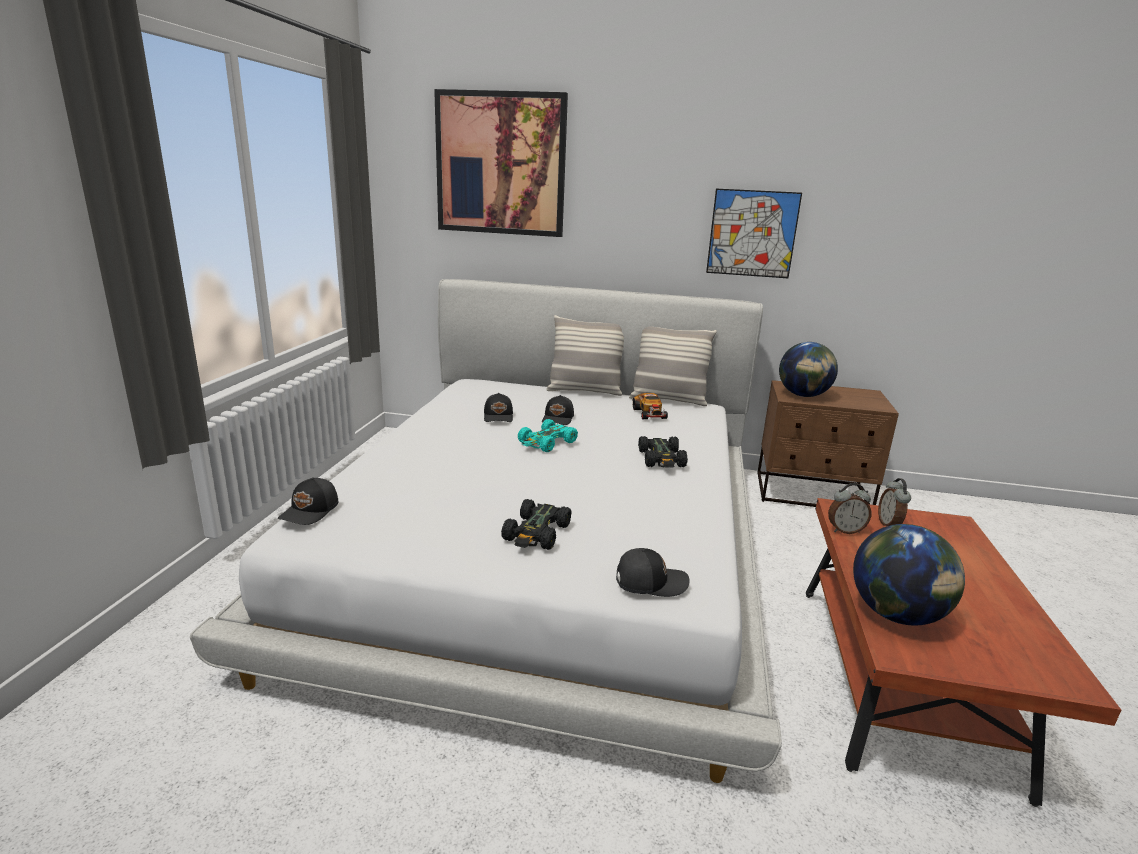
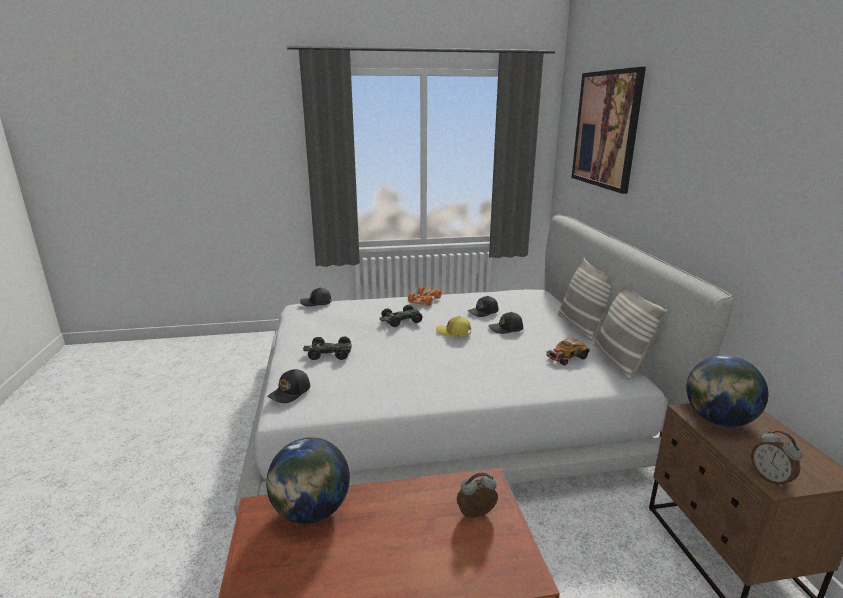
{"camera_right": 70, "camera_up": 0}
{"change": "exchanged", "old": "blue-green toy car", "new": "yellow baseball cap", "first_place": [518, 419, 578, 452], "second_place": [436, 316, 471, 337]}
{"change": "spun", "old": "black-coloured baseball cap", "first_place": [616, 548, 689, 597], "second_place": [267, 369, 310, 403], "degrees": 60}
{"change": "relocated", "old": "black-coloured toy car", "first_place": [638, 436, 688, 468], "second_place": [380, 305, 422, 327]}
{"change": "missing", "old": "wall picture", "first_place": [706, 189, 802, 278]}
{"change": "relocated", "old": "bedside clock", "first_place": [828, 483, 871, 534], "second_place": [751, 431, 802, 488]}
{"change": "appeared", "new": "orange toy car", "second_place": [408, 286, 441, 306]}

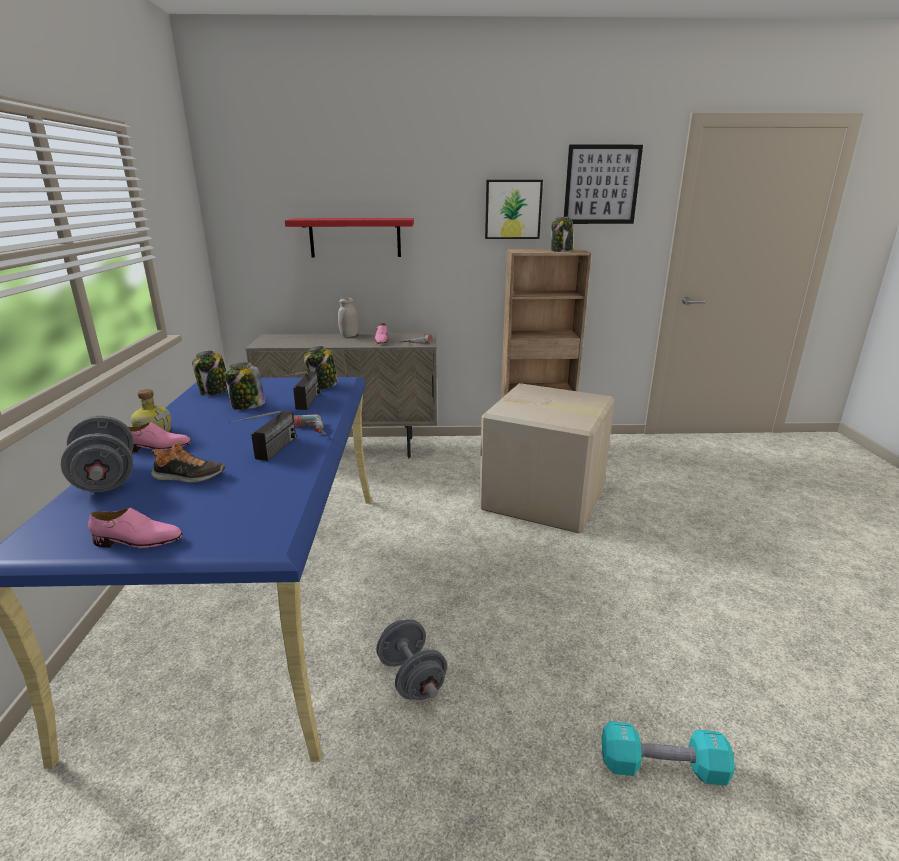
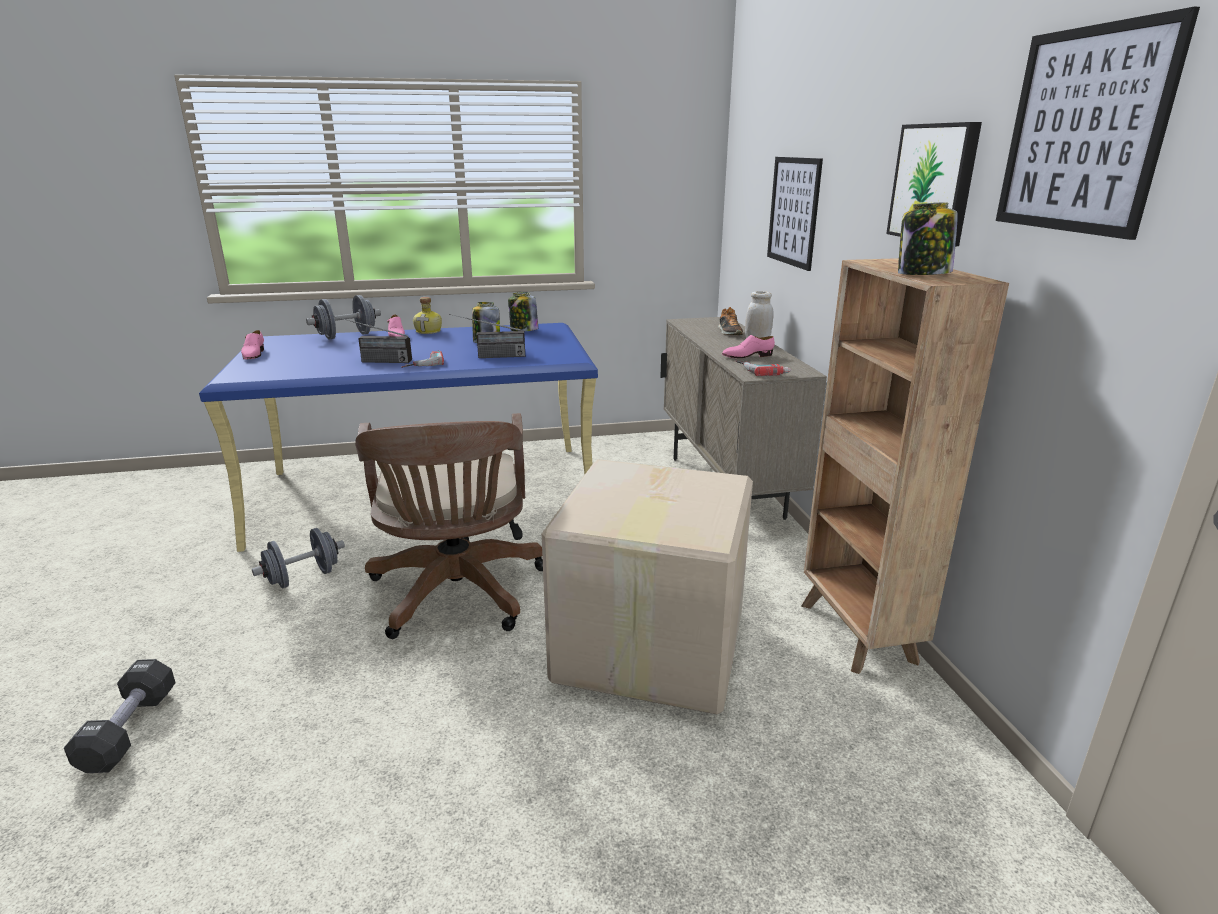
{"camera_right": 80, "camera_up": 0}
{"change": "relocated", "old": "item of footwear", "first_place": [151, 443, 225, 483], "second_place": [718, 307, 743, 335]}
{"change": "exchanged", "old": "reddish bracket shelf", "new": "wall picture", "first_place": [285, 218, 414, 257], "second_place": [767, 157, 823, 271]}
{"change": "missing", "old": "storage jar", "first_place": [304, 346, 338, 390]}
{"change": "colour", "old": "blue-green dumbbell", "new": "black-coloured dumbbell", "first_place": [602, 721, 735, 786], "second_place": [64, 659, 176, 773]}
{"change": "appeared", "new": "brownish desk chair", "second_place": [355, 413, 543, 639]}

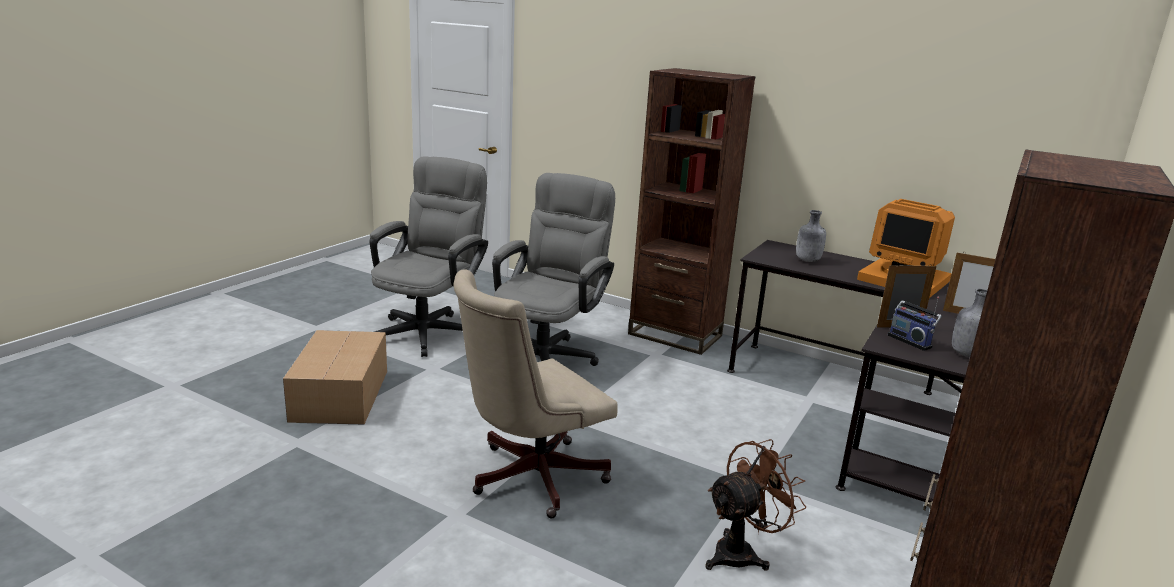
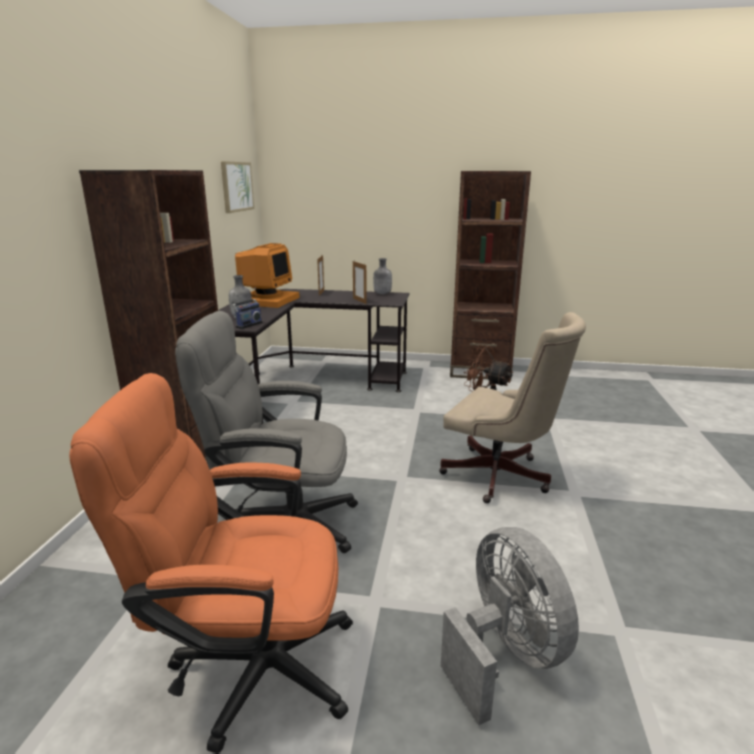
{"camera_right": -110, "camera_up": 0}
{"change": "exchanged", "old": "cardboard box", "new": "grey cooling fan", "first_place": [283, 330, 387, 425], "second_place": [441, 527, 579, 725]}
{"change": "colour", "old": "grey desk chair", "new": "orange desk chair", "first_place": [369, 156, 488, 357], "second_place": [69, 373, 353, 754]}
{"change": "relocated", "old": "radio", "first_place": [888, 297, 942, 351], "second_place": [232, 287, 263, 329]}
{"change": "appeared", "new": "wall picture", "second_place": [221, 161, 254, 213]}

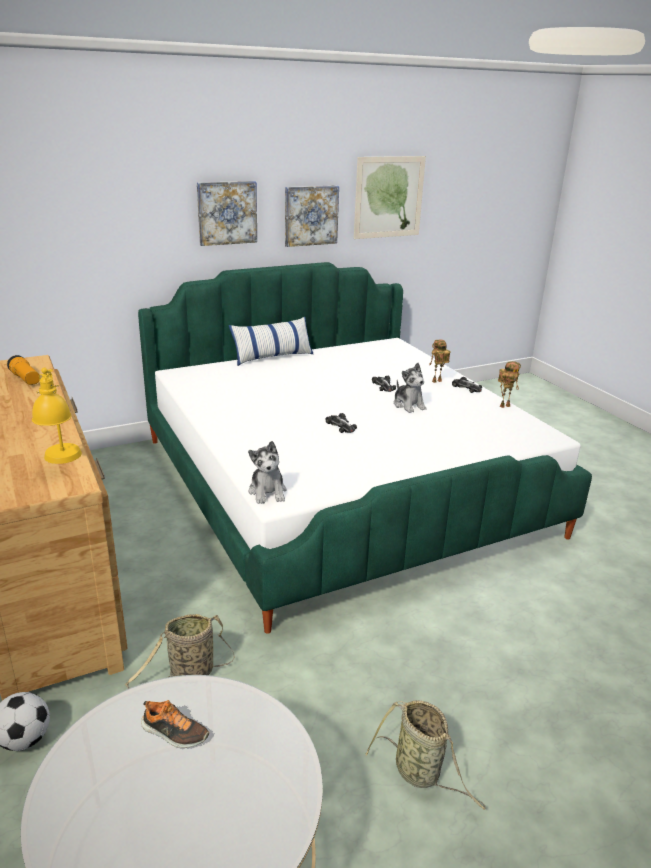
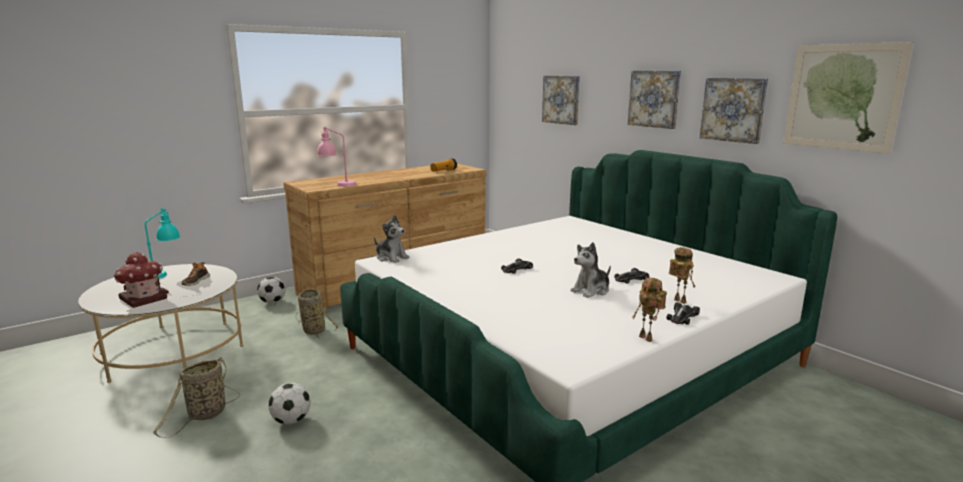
{"camera_right": 80, "camera_up": -10}
{"change": "colour", "old": "yellow table lamp", "new": "pink table lamp", "first_place": [32, 368, 82, 464], "second_place": [317, 127, 357, 187]}
{"change": "missing", "old": "cushion", "first_place": [229, 317, 313, 366]}
{"change": "spun", "old": "soft toy", "first_place": [248, 441, 286, 504], "second_place": [374, 215, 409, 263], "degrees": -120}
{"change": "appeared", "new": "miniature house", "second_place": [114, 252, 169, 308]}
{"change": "appeared", "new": "blue-green table lamp", "second_place": [145, 208, 181, 279]}
{"change": "appeared", "new": "ball for football", "second_place": [268, 383, 311, 424]}
{"change": "appeared", "new": "wall picture", "second_place": [542, 76, 580, 125]}

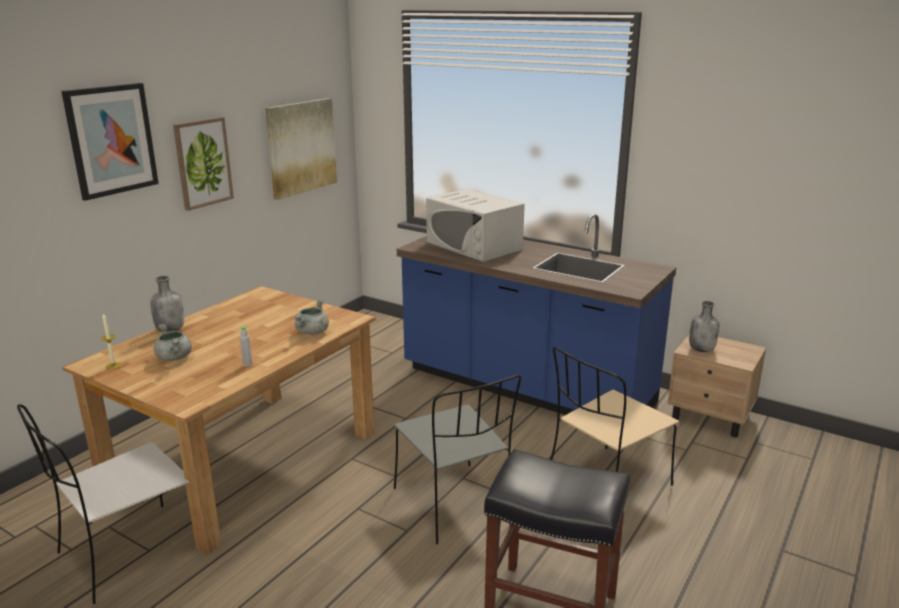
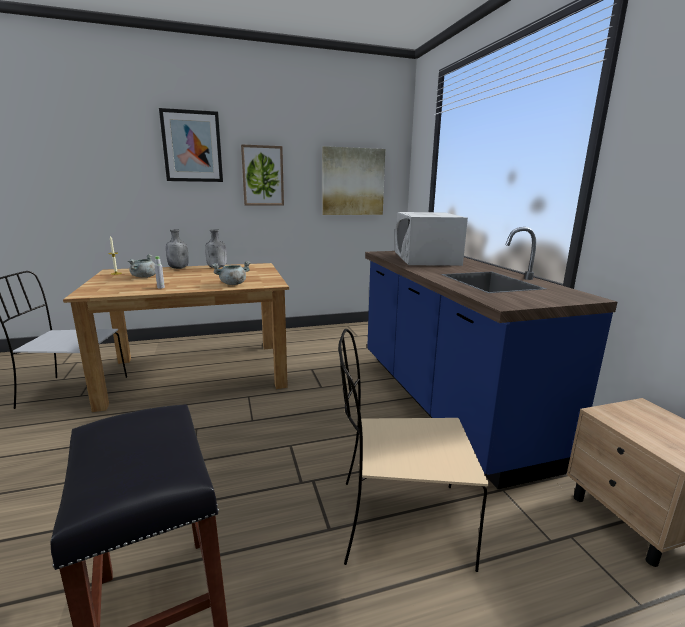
{"camera_right": 40, "camera_up": -5}
{"change": "missing", "old": "grey chair", "first_place": [394, 375, 521, 544]}
{"change": "relocated", "old": "grey drink bottle", "first_place": [689, 301, 719, 352], "second_place": [205, 229, 227, 268]}

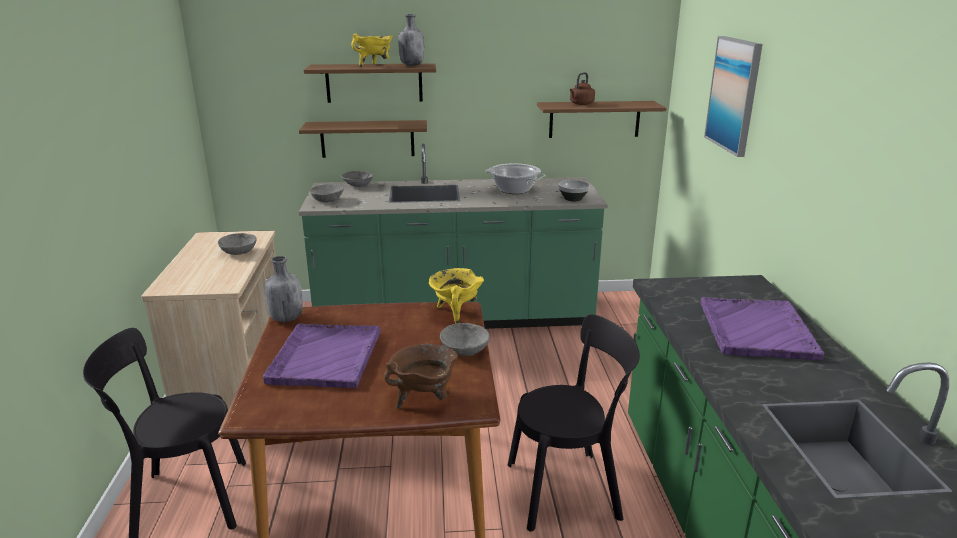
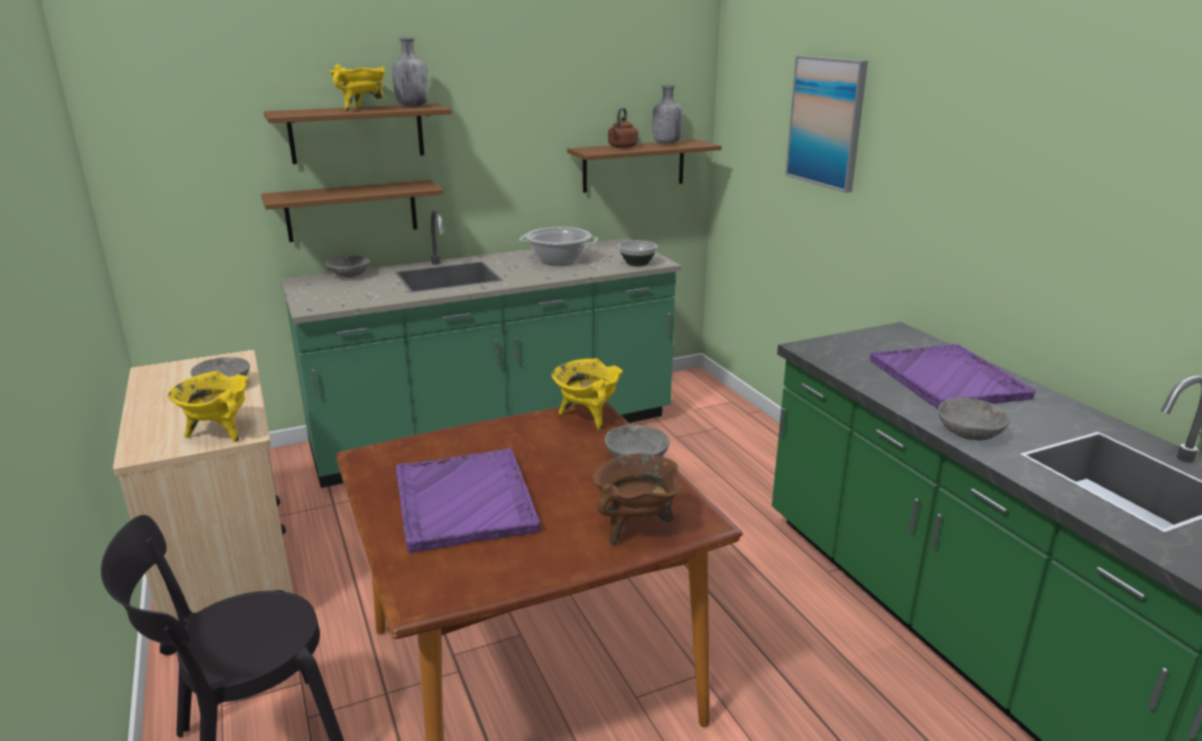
{"camera_right": -20, "camera_up": 0}
{"change": "relocated", "old": "grey drink bottle", "first_place": [264, 256, 303, 322], "second_place": [652, 85, 682, 144]}
{"change": "relocated", "old": "grey bowl", "first_place": [310, 184, 344, 203], "second_place": [938, 398, 1010, 441]}
{"change": "missing", "old": "black-coloured chair", "first_place": [508, 314, 640, 532]}
{"change": "appeared", "new": "yellow stockpot", "second_place": [168, 371, 249, 442]}

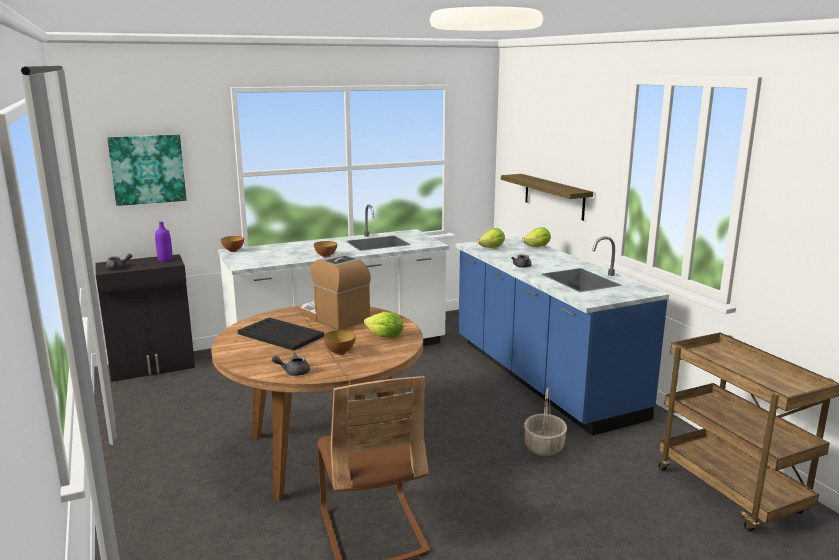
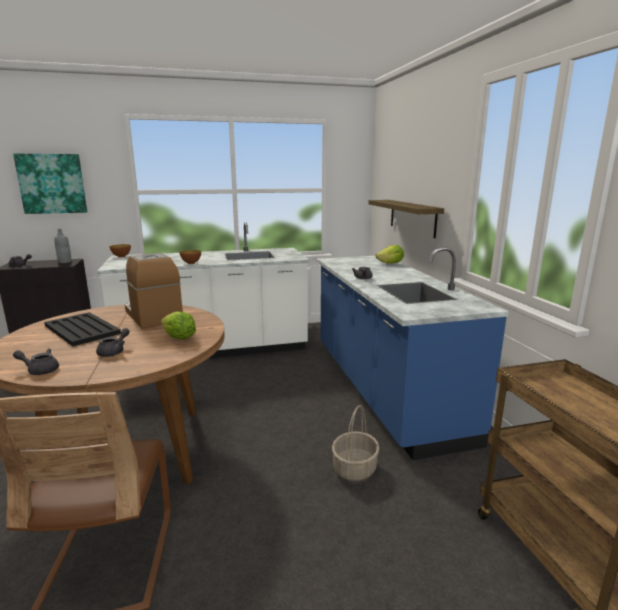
{"camera_right": 10, "camera_up": 0}
{"change": "colour", "old": "purple-coloured drink bottle", "new": "grey drink bottle", "first_place": [155, 222, 172, 262], "second_place": [54, 229, 71, 263]}
{"change": "exchanged", "old": "bowl", "new": "grey tea pot", "first_place": [323, 330, 356, 355], "second_place": [96, 328, 130, 357]}
{"change": "missing", "old": "lettuce head", "first_place": [477, 228, 505, 248]}

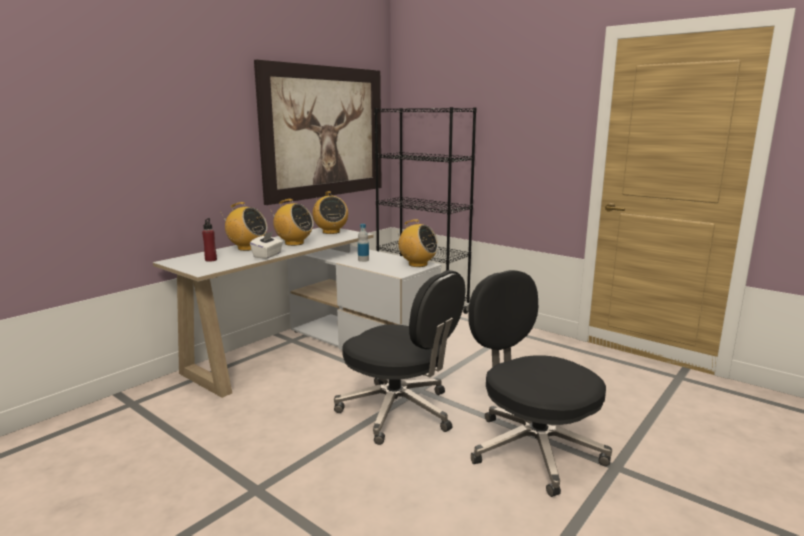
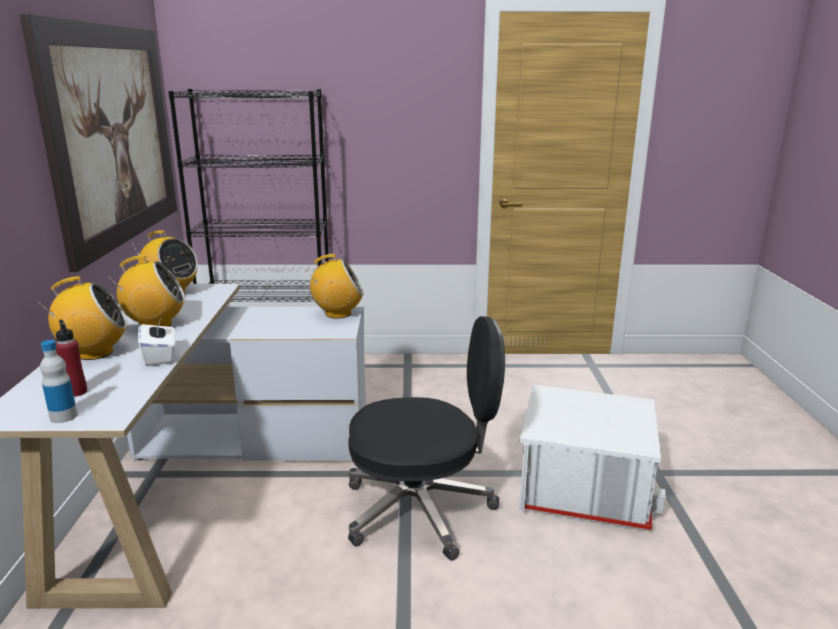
{"camera_right": -40, "camera_up": 5}
{"change": "relocated", "old": "drink bottle", "first_place": [358, 224, 369, 262], "second_place": [40, 340, 78, 423]}
{"change": "exchanged", "old": "black-coloured desk chair", "new": "white storage bin", "first_place": [468, 270, 612, 497], "second_place": [519, 385, 666, 530]}

